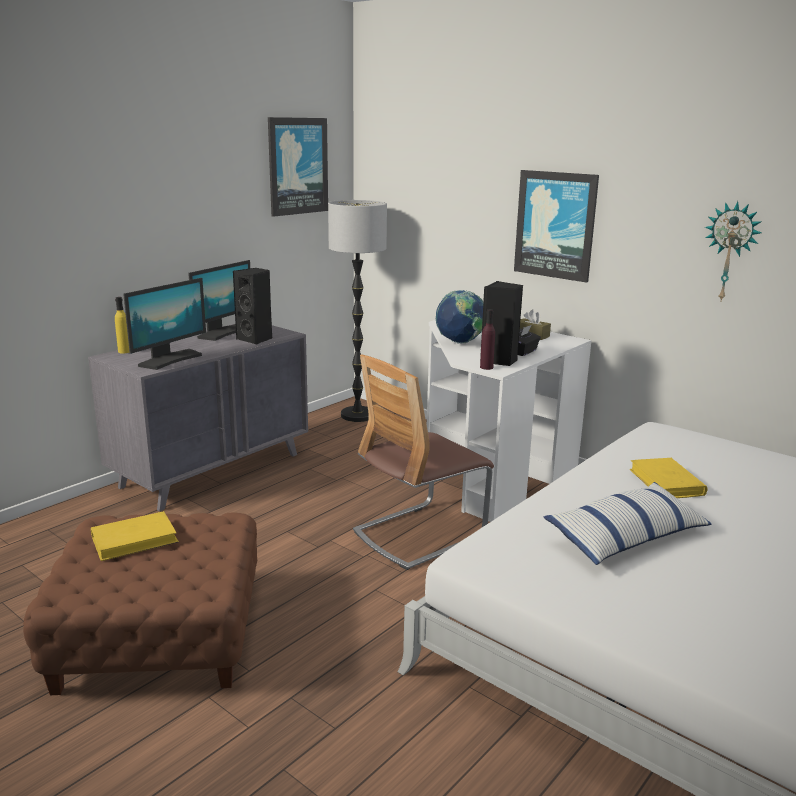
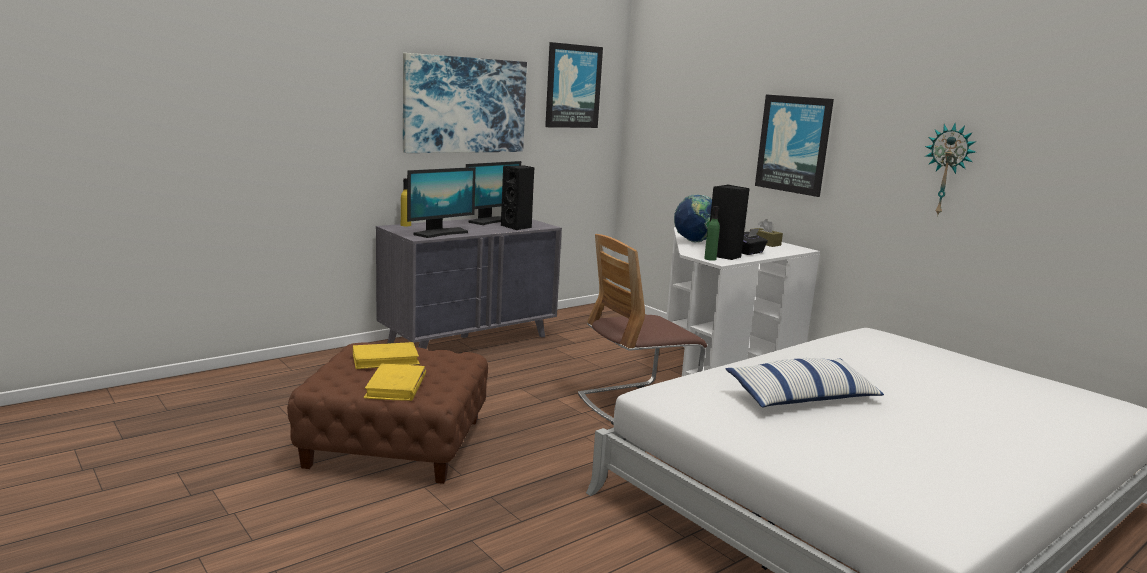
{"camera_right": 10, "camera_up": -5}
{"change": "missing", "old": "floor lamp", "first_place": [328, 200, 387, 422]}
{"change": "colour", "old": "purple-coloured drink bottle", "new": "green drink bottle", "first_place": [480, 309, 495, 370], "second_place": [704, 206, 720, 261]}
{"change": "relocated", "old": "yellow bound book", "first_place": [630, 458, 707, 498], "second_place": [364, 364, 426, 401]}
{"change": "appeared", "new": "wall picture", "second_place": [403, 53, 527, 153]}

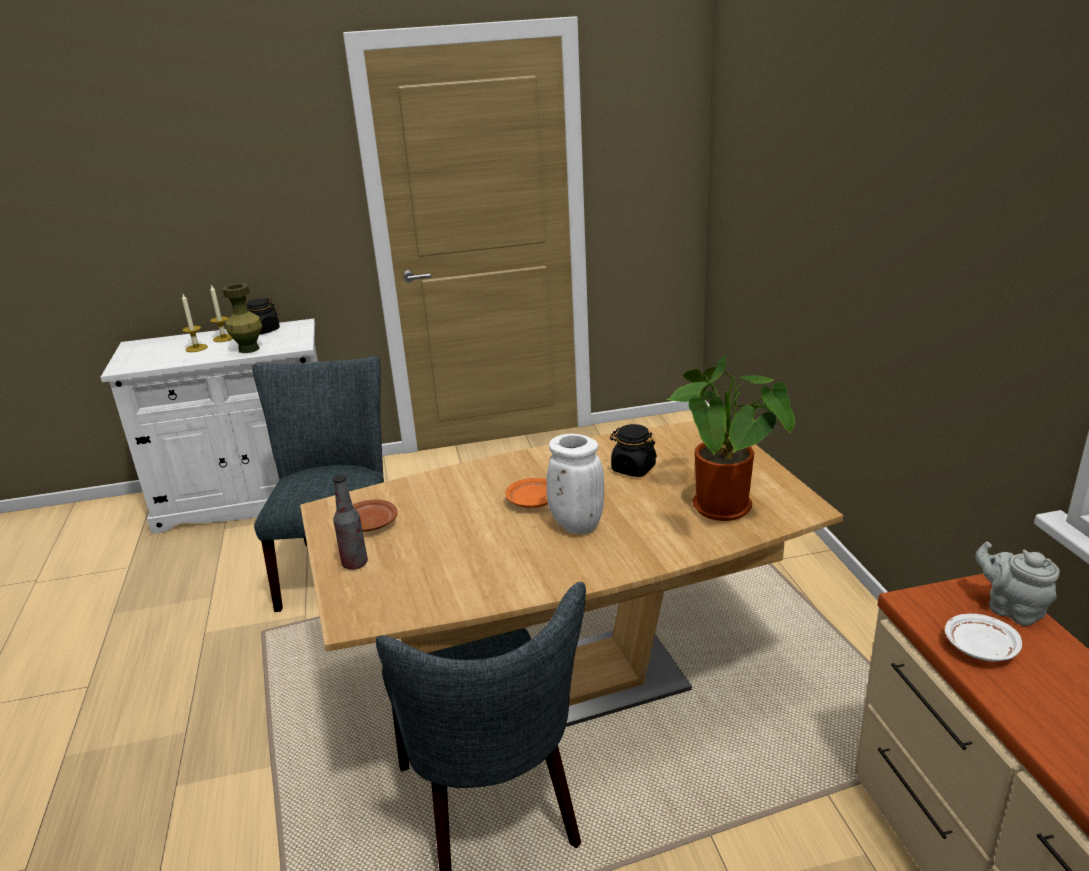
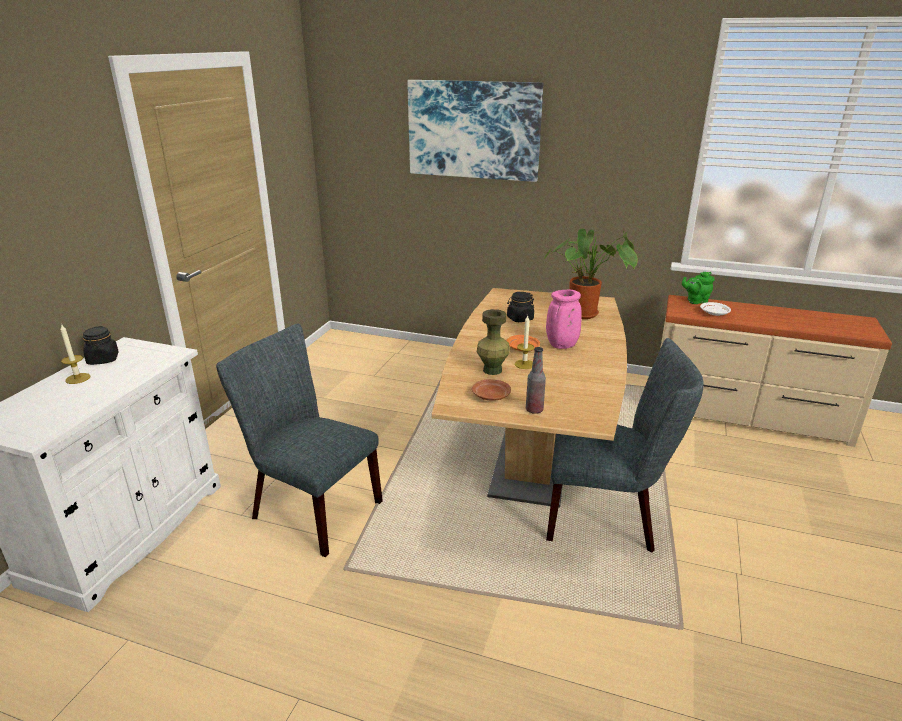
{"camera_right": -60, "camera_up": 0}
{"change": "relocated", "old": "candle", "first_place": [182, 294, 208, 352], "second_place": [515, 315, 534, 369]}
{"change": "relocated", "old": "green flower vase", "first_place": [222, 283, 262, 353], "second_place": [477, 309, 510, 375]}
{"change": "colour", "old": "white flower vase", "new": "pink flower vase", "first_place": [546, 434, 604, 534], "second_place": [546, 290, 582, 349]}
{"change": "colour", "old": "grey tea pot", "new": "green tea pot", "first_place": [975, 542, 1060, 626], "second_place": [682, 272, 715, 304]}
{"change": "appeared", "new": "wall picture", "second_place": [407, 80, 543, 182]}

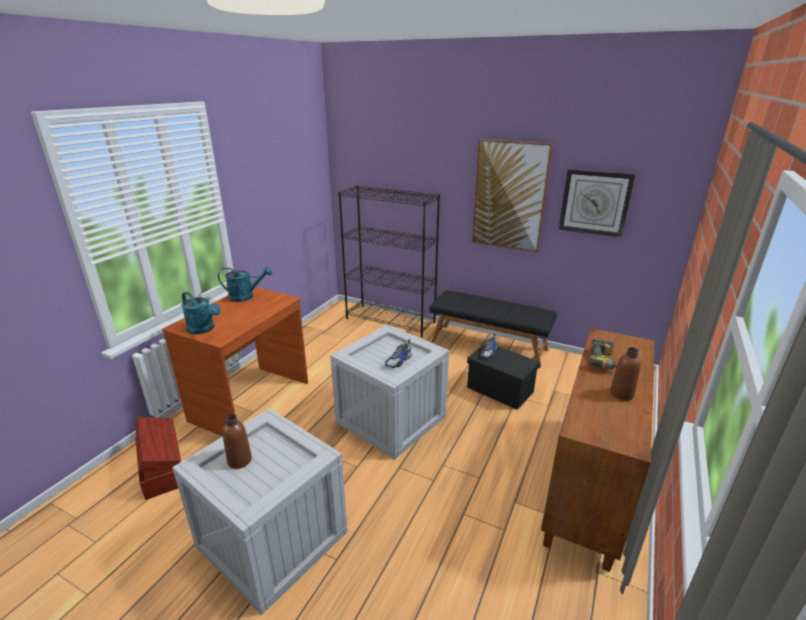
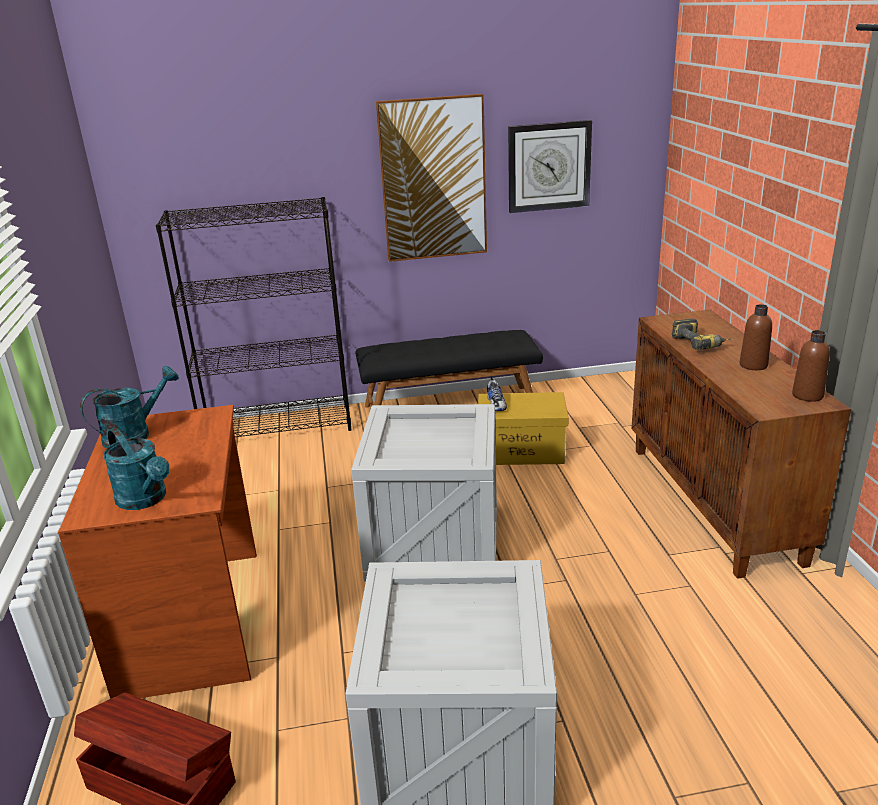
{"camera_right": -35, "camera_up": 0}
{"change": "spun", "old": "blue-green sprinkling can", "first_place": [181, 292, 221, 334], "second_place": [103, 428, 170, 510], "degrees": 45}
{"change": "relocated", "old": "brownish drink bottle", "first_place": [222, 414, 252, 469], "second_place": [792, 330, 830, 402]}
{"change": "missing", "old": "item of footwear", "first_place": [385, 339, 412, 368]}
{"change": "colour", "old": "black-coloured storage bin", "new": "yellow storage bin", "first_place": [467, 344, 540, 409], "second_place": [478, 392, 569, 465]}

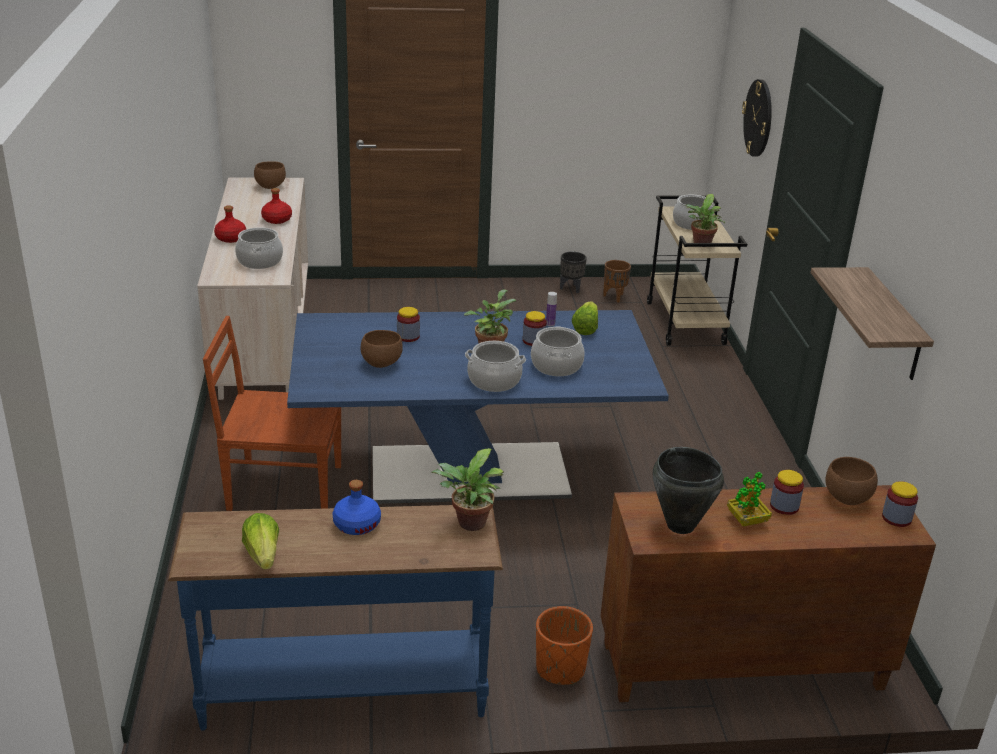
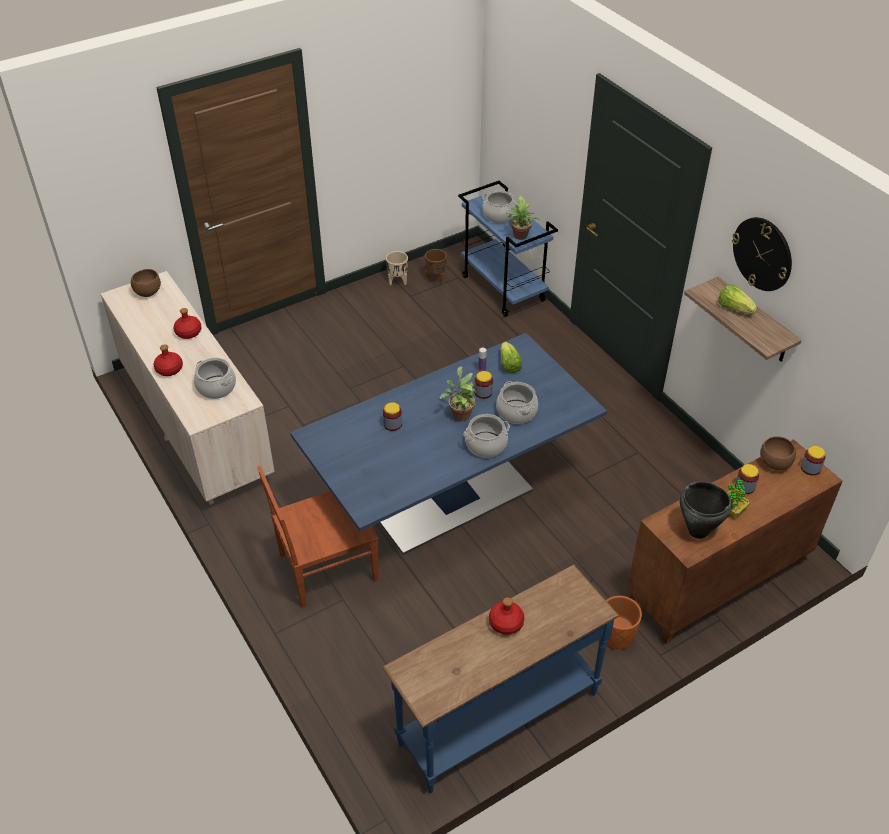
{"camera_right": -25, "camera_up": 15}
{"change": "relocated", "old": "lettuce head", "first_place": [242, 513, 279, 570], "second_place": [718, 284, 757, 314]}
{"change": "colour", "old": "blue drink bottle", "new": "reddish drink bottle", "first_place": [333, 480, 381, 535], "second_place": [489, 597, 524, 635]}
{"change": "missing", "old": "brownish bowl", "first_place": [361, 330, 403, 368]}
{"change": "missing", "old": "houseplant", "first_place": [430, 448, 504, 531]}
{"change": "colour", "old": "black-coloured flower pot", "new": "beige-coloured flower pot", "first_place": [560, 252, 587, 293], "second_place": [386, 251, 408, 285]}
{"change": "colour", "old": "beige-coloured trolley", "new": "blue trolley", "first_place": [647, 196, 747, 346], "second_place": [458, 181, 558, 317]}
{"change": "relocated", "old": "clock on the wall", "first_place": [742, 79, 772, 157], "second_place": [732, 217, 792, 291]}

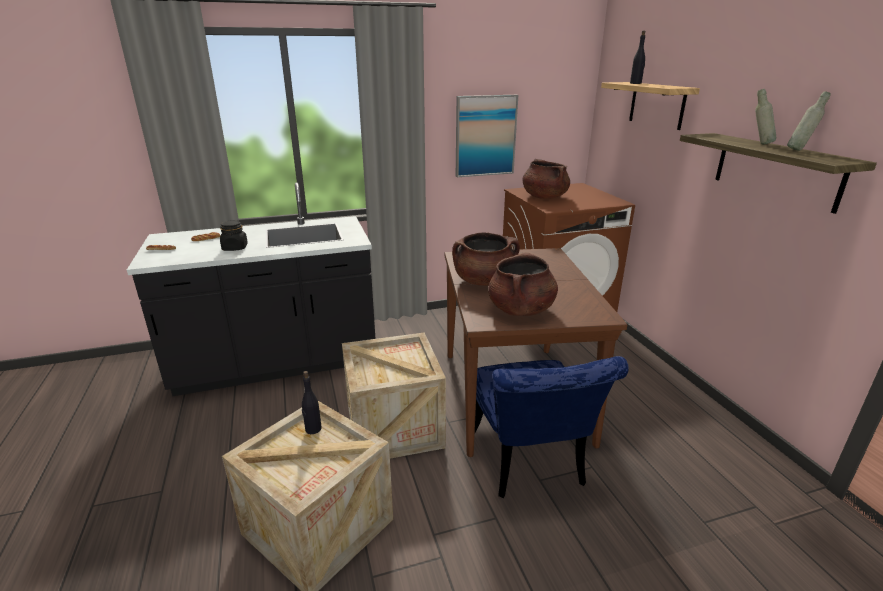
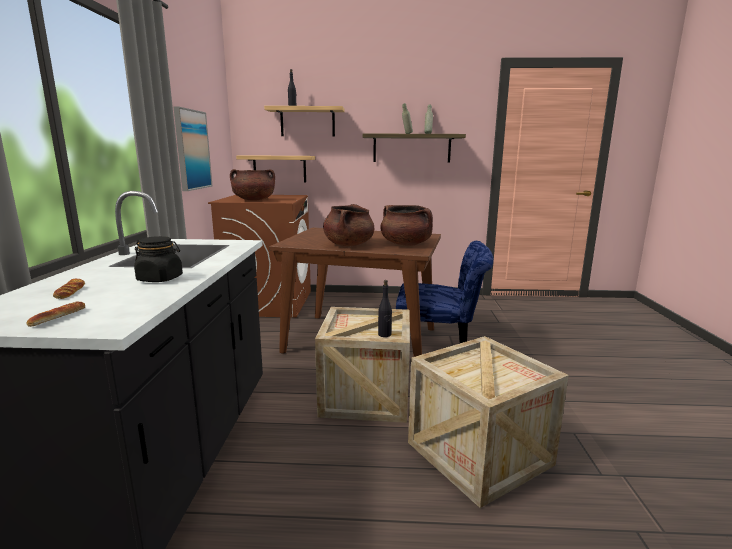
{"camera_right": -70, "camera_up": -10}
{"change": "relocated", "old": "black-coloured drink bottle", "first_place": [302, 371, 322, 434], "second_place": [378, 280, 392, 337]}
{"change": "appeared", "new": "bracket shelf", "second_place": [236, 155, 315, 183]}

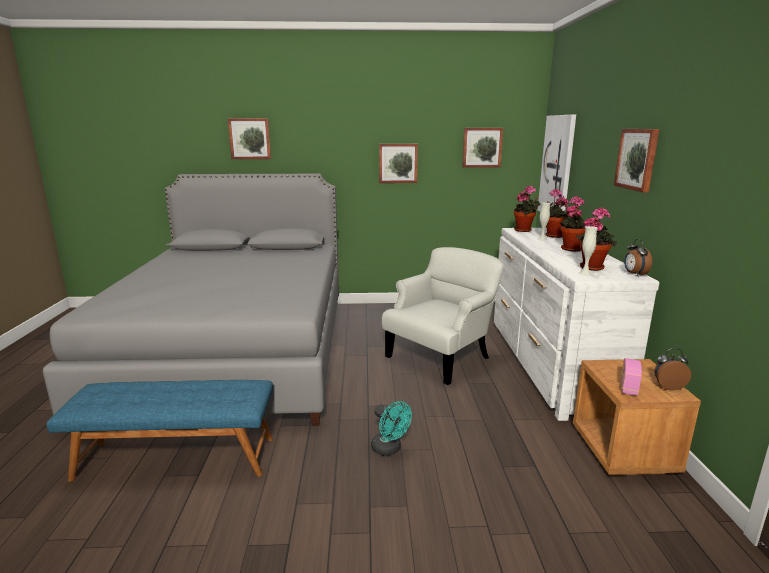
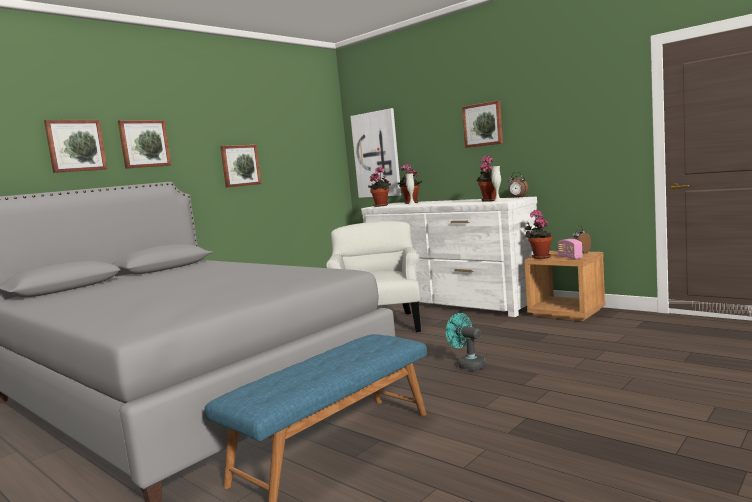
{"camera_right": -45, "camera_up": -10}
{"change": "spun", "old": "blue-green cooling fan", "first_place": [371, 401, 412, 456], "second_place": [446, 313, 486, 370], "degrees": -135}
{"change": "relocated", "old": "wall picture", "first_place": [462, 128, 503, 168], "second_place": [118, 120, 171, 169]}
{"change": "relocated", "old": "houseplant", "first_place": [560, 196, 586, 251], "second_place": [525, 209, 552, 259]}

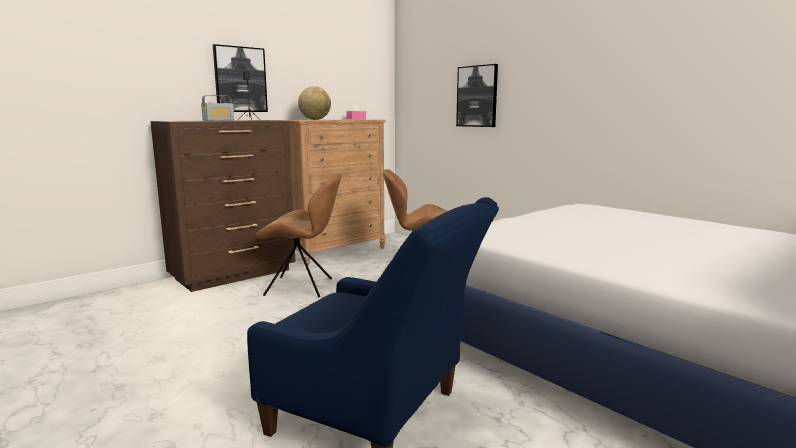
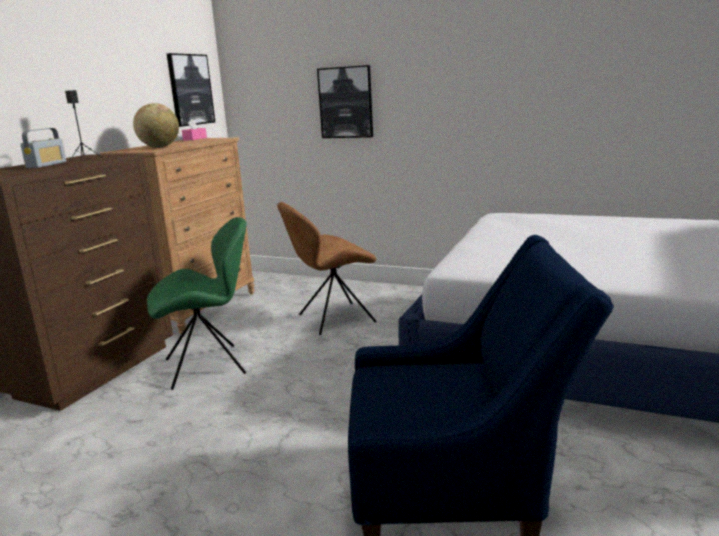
{"camera_right": -25, "camera_up": 5}
{"change": "relocated", "old": "wall picture", "first_place": [213, 44, 268, 112], "second_place": [167, 53, 215, 127]}
{"change": "colour", "old": "brownish chair", "new": "green chair", "first_place": [256, 173, 341, 298], "second_place": [147, 217, 247, 390]}

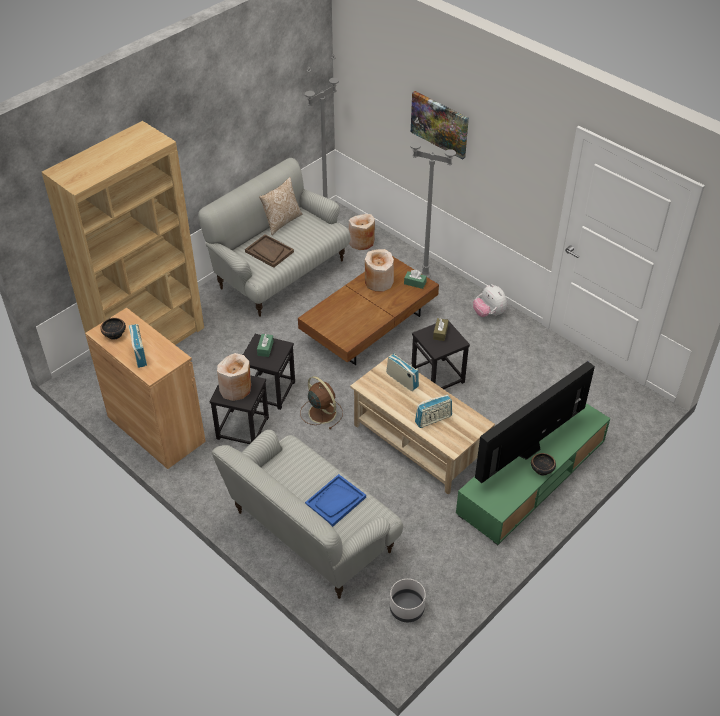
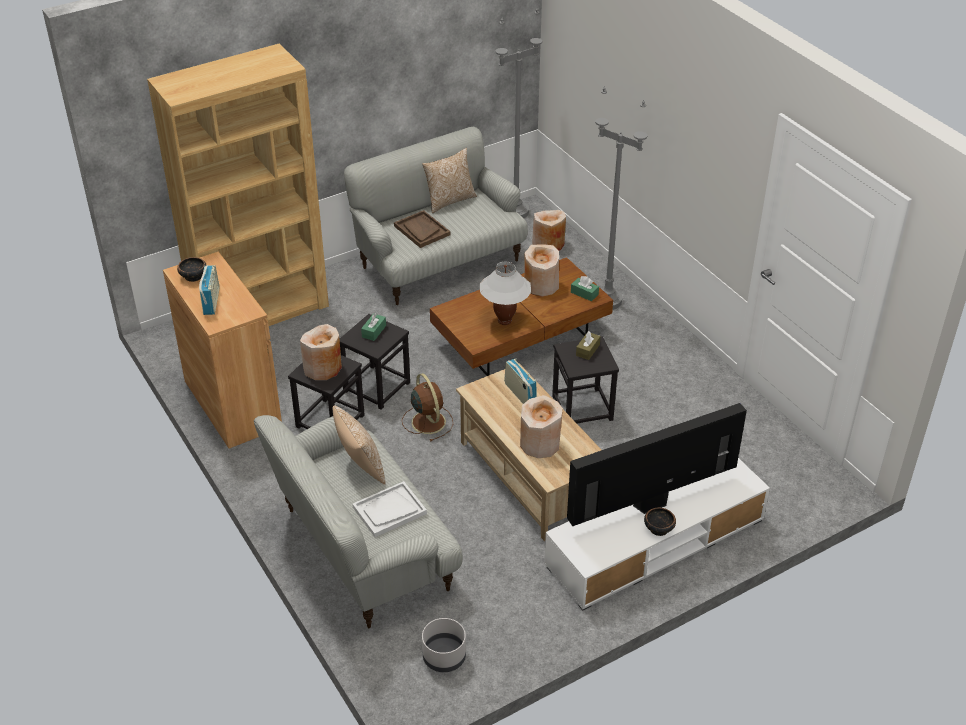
{"camera_right": 15, "camera_up": -5}
{"change": "colour", "old": "blue carrying tray", "new": "white carrying tray", "first_place": [305, 474, 366, 527], "second_place": [352, 481, 427, 537]}
{"change": "missing", "old": "wall picture", "first_place": [411, 91, 469, 160]}
{"change": "exchanged", "old": "radio", "new": "beige-coloured flower vase", "first_place": [415, 394, 452, 428], "second_place": [520, 395, 563, 458]}
{"change": "colour", "old": "green tv stand", "new": "white tv stand", "first_place": [456, 403, 611, 545], "second_place": [544, 458, 770, 611]}
{"change": "missing", "old": "soft toy", "first_place": [473, 284, 507, 317]}
{"change": "appeared", "new": "cushion", "second_place": [333, 405, 386, 485]}
{"change": "appeared", "new": "white table lamp", "second_place": [480, 261, 531, 325]}

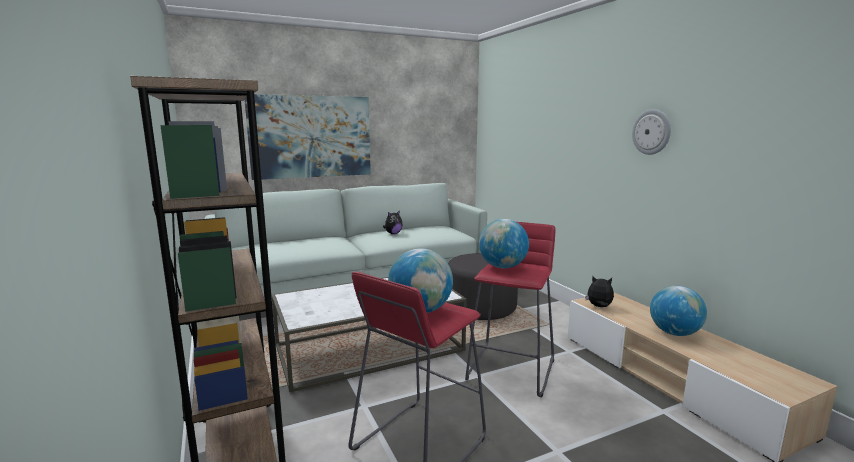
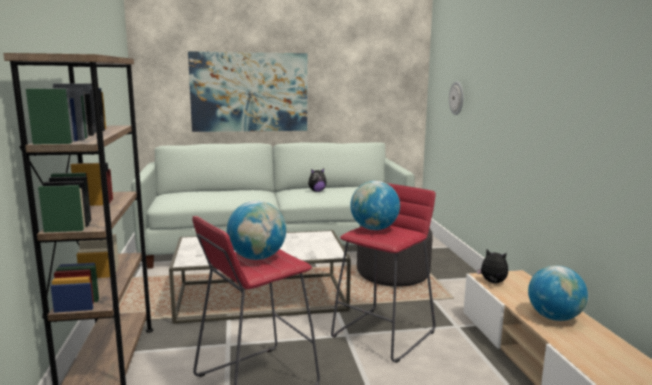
{"camera_right": 15, "camera_up": 0}
{"change": "relocated", "old": "clock on the wall", "first_place": [632, 109, 671, 155], "second_place": [449, 81, 464, 115]}

